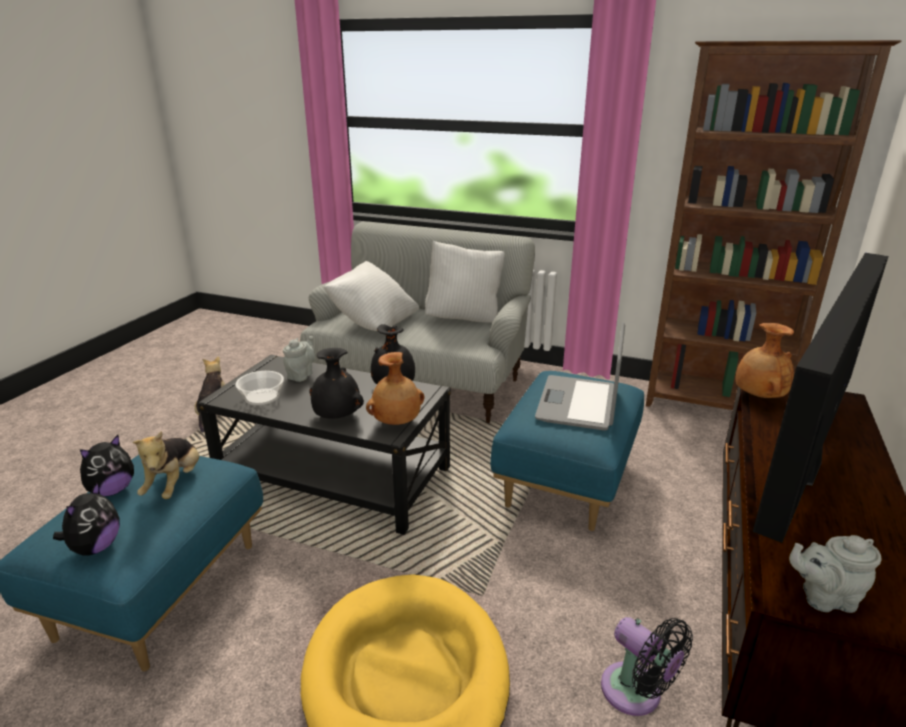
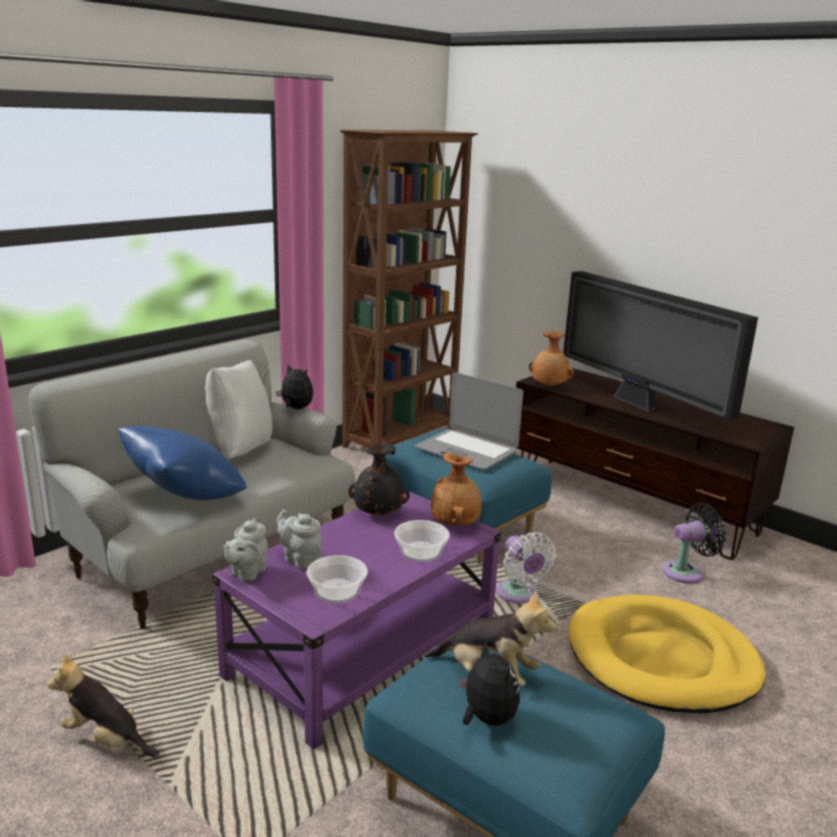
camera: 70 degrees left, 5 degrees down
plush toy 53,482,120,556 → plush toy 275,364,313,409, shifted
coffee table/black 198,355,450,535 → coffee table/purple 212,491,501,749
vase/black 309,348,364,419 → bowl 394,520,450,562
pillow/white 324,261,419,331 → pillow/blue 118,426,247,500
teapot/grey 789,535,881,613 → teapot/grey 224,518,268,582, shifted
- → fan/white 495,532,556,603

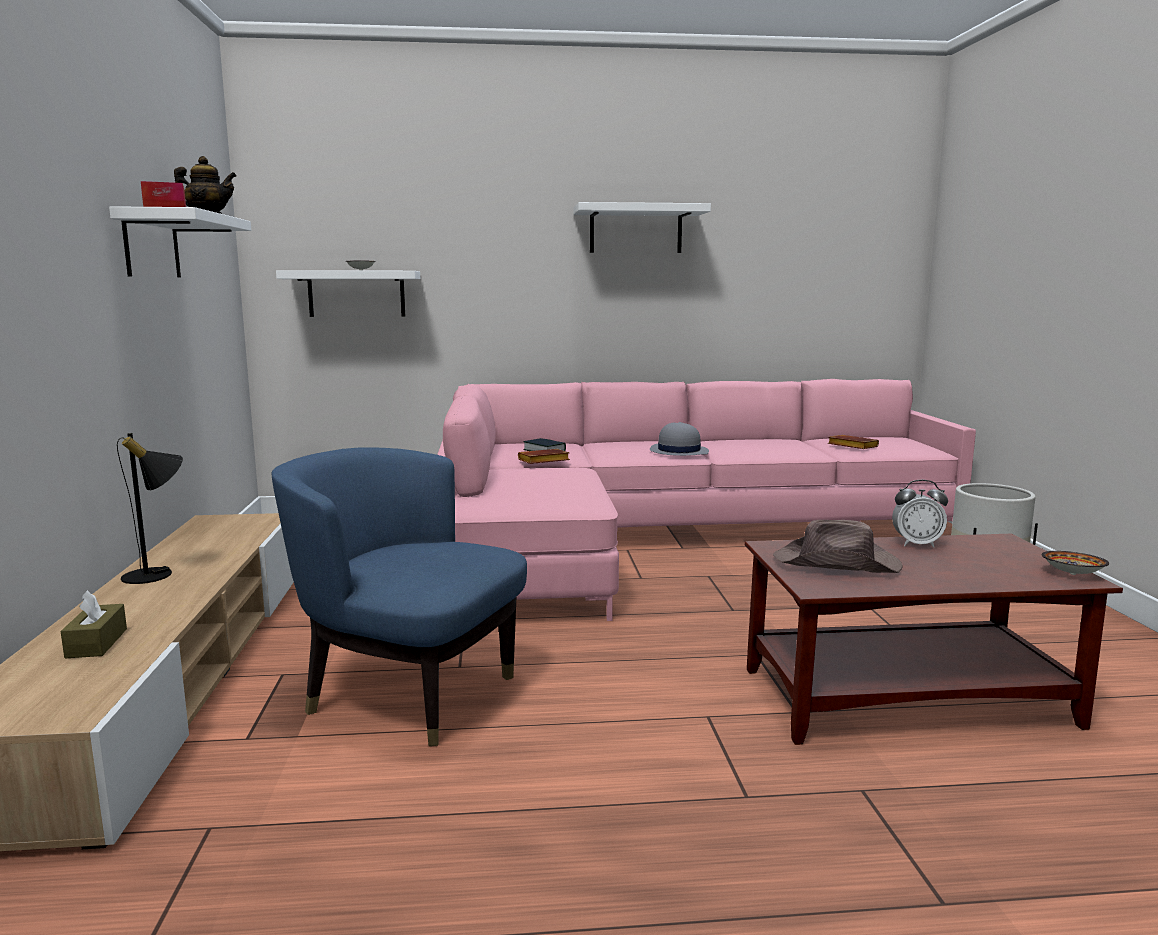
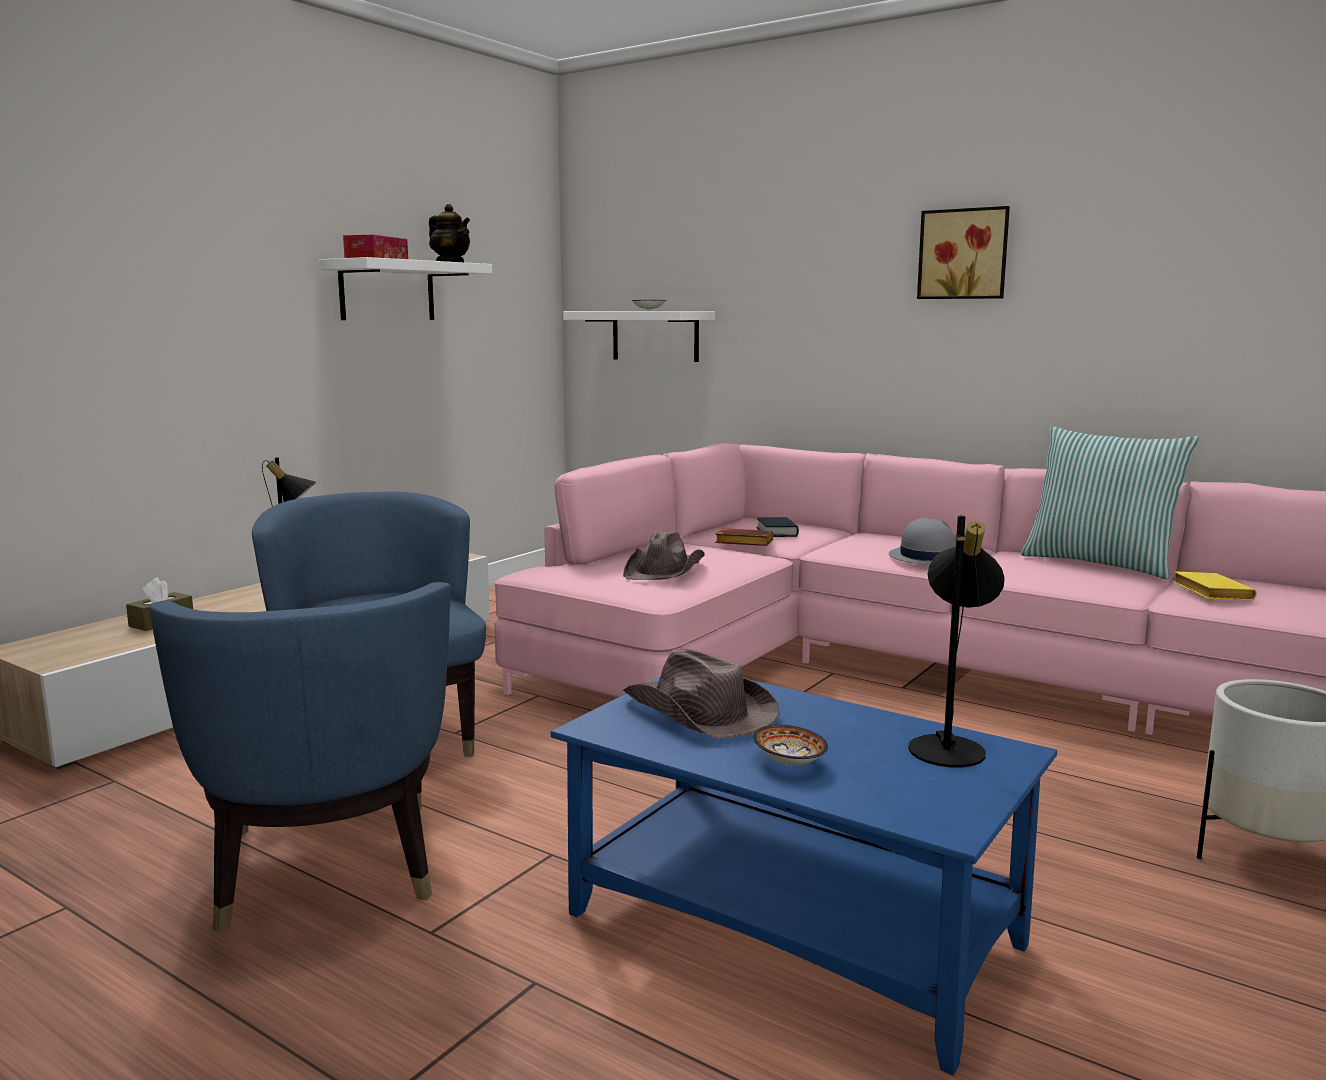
camera: 40 degrees right, 0 degrees up
shelf/white 574,202,711,253 → picture 917,206,1010,299
coffee table/brown 745,534,1123,745 → coffee table/blue 551,677,1057,1075
book/brown 828,435,879,449 → book/yellow 1172,571,1257,601
alarm clock 892,480,948,548 → -
bowl 1042,551,1109,575 → bowl 753,725,828,766, shifted
- → armchair/blue 149,582,451,932
- → hat/brown 623,532,705,580
- → table lamp/black 908,516,1005,768
- → pillow 1021,427,1199,579

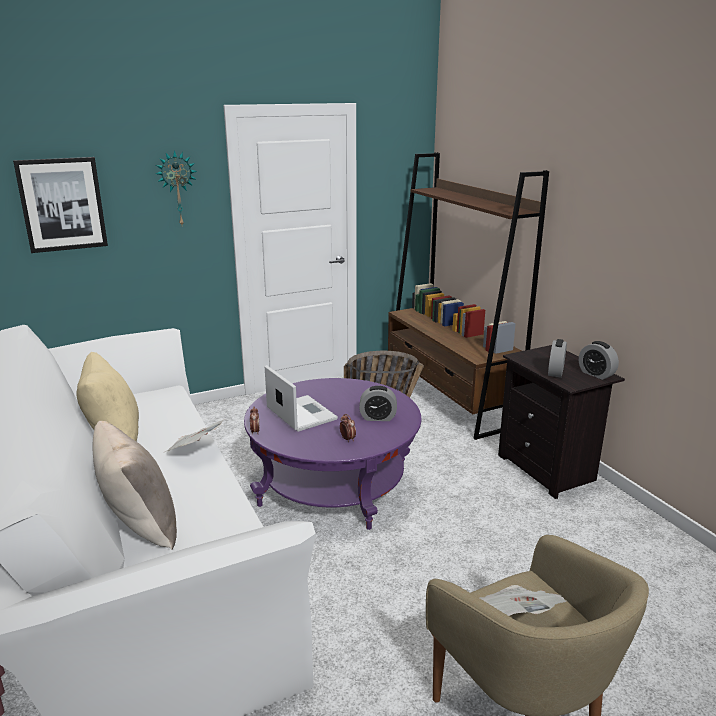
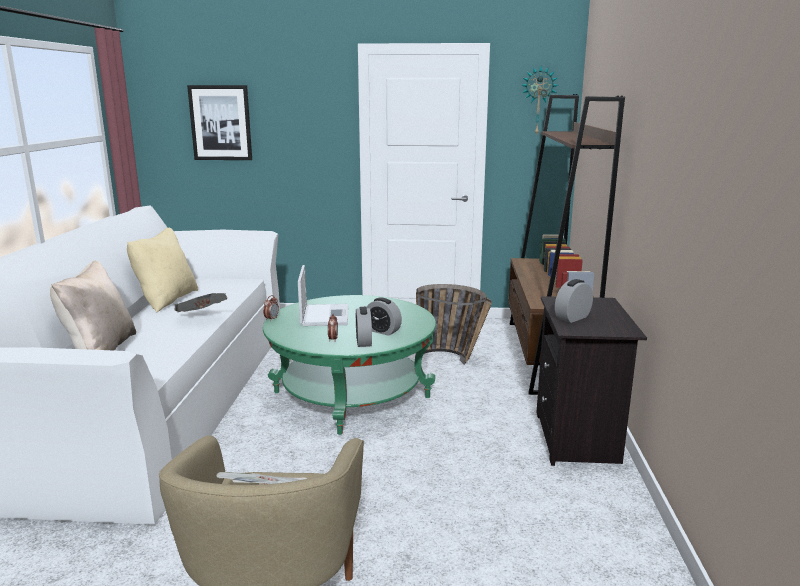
camera: 30 degrees right, 5 degrees down
wall clock 155,150,197,225 → wall clock 521,66,559,136, shifted
coffee table/purple 244,378,422,530 → coffee table/green 263,295,436,435
alarm clock 579,341,619,380 → alarm clock 356,307,372,347, shifted

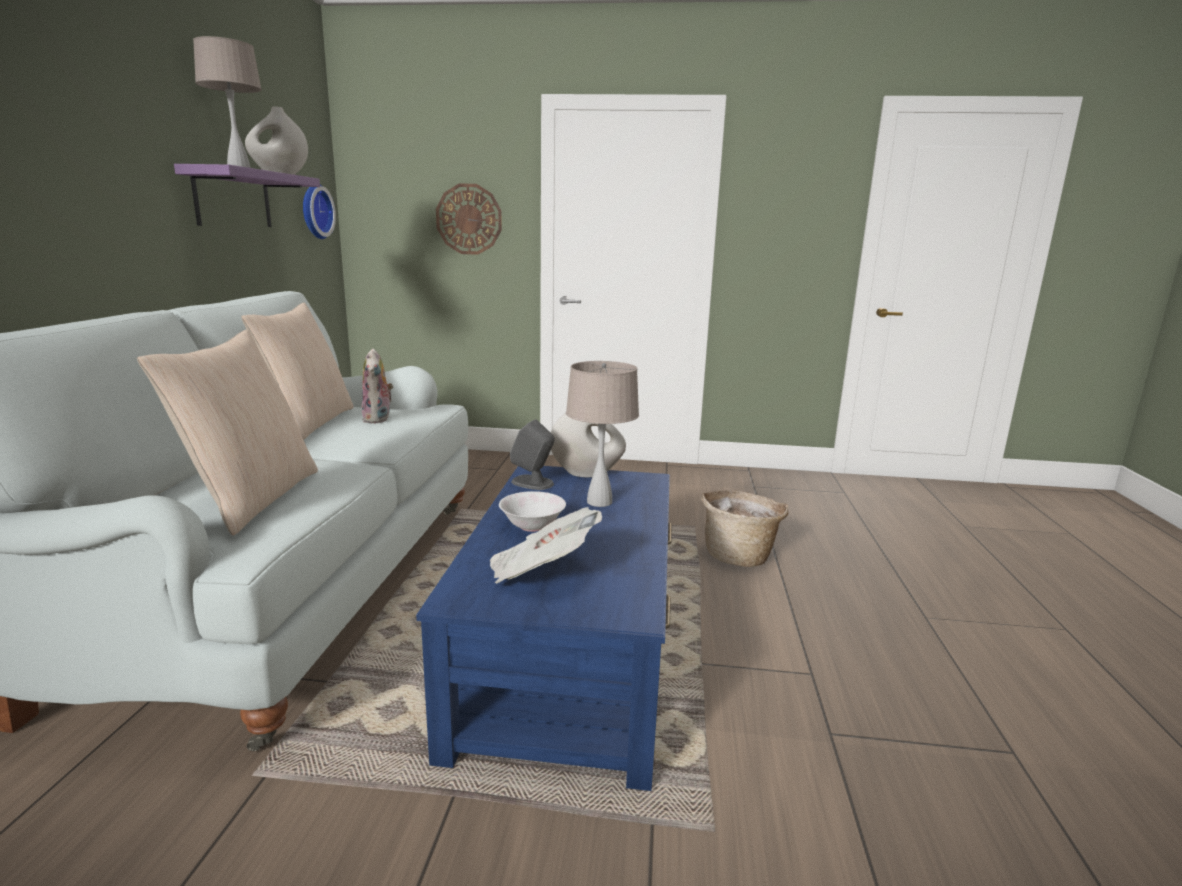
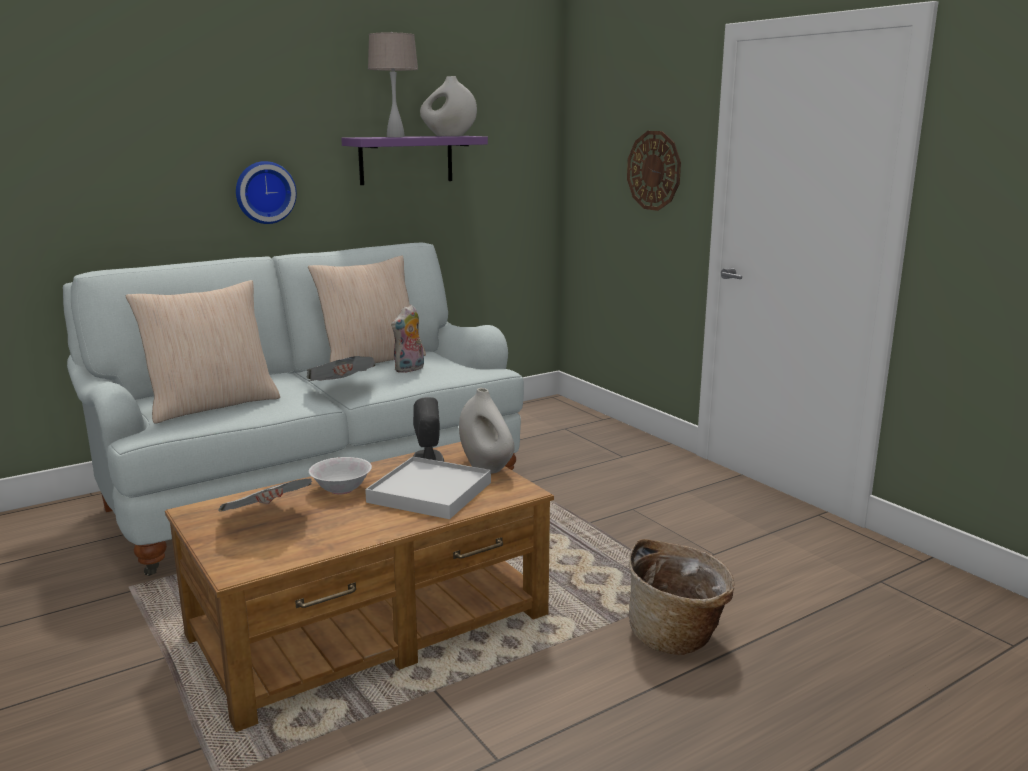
camera: 50 degrees right, 0 degrees up
wall clock 303,185,336,239 → wall clock 236,161,297,224, shifted
coffee table/blue 416,466,672,791 → coffee table/brown 165,442,554,732
table lamp/beige 566,361,639,507 → tray/white 365,457,491,519
- → newspaper 307,356,375,381

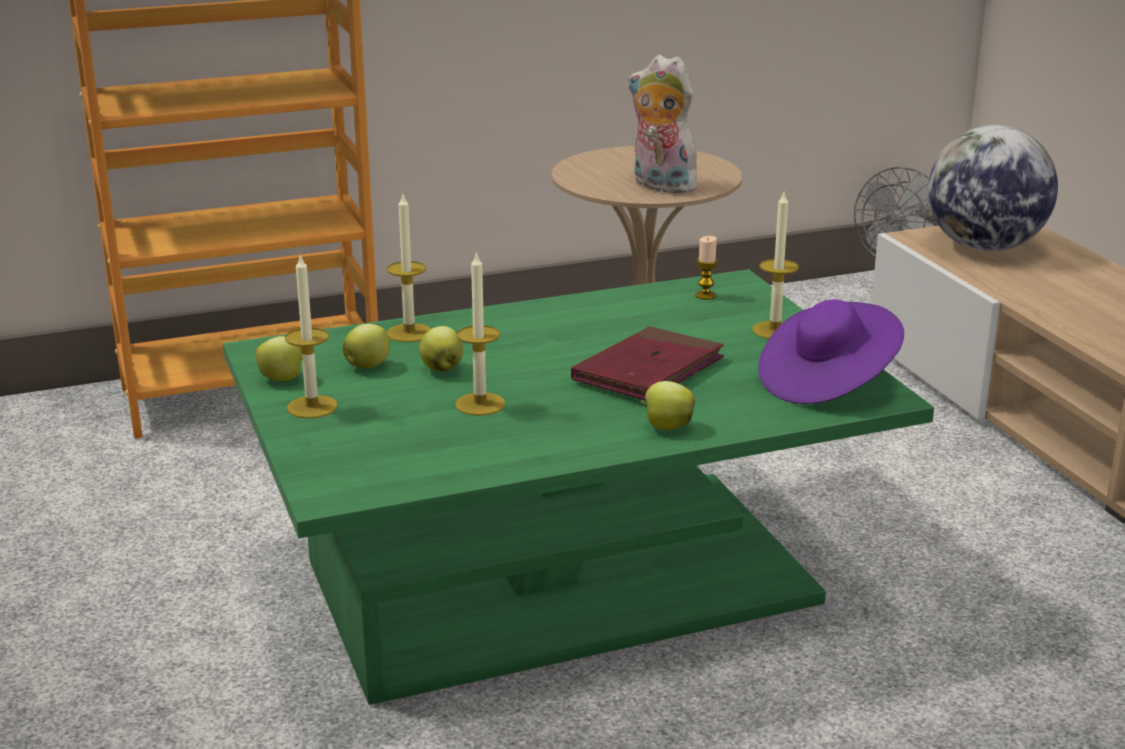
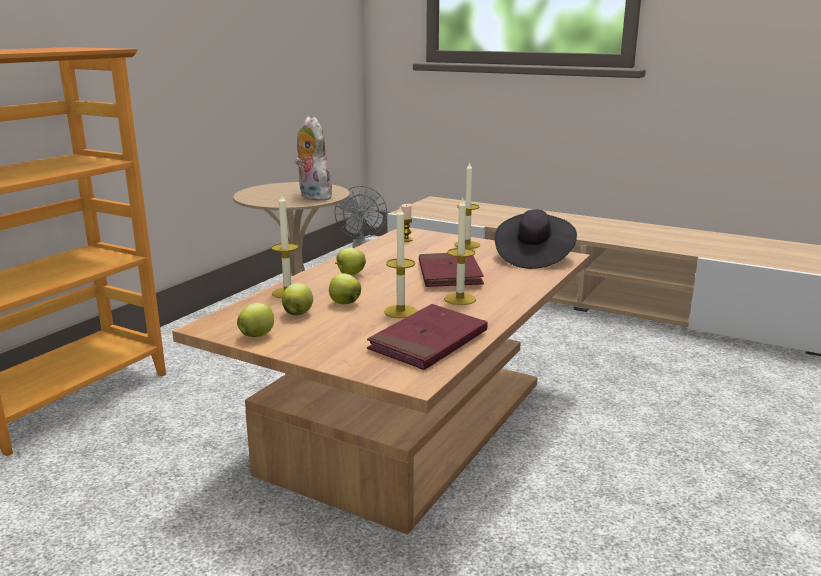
camera: 40 degrees left, 5 degrees down
coffee table/green 223,269,934,705 → coffee table/brown 172,228,590,535
candle 285,253,337,419 → candle 444,197,476,305, shifted
plush toy 628,55,700,193 → plush toy 295,116,332,201, 60 degrees clockwise
apple 640,381,695,430 → apple 335,248,366,275, shifted
hat/purple 758,299,904,404 → hat/black 495,209,577,269
globe 927,125,1058,252 → -
- → book/red 367,304,488,370

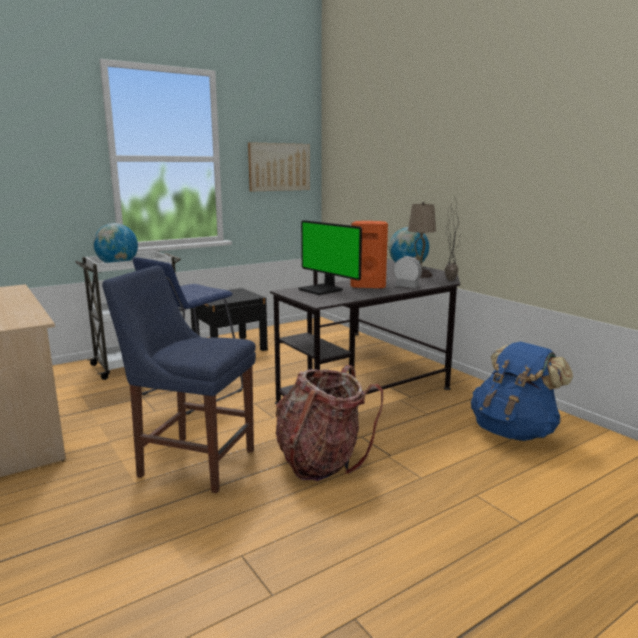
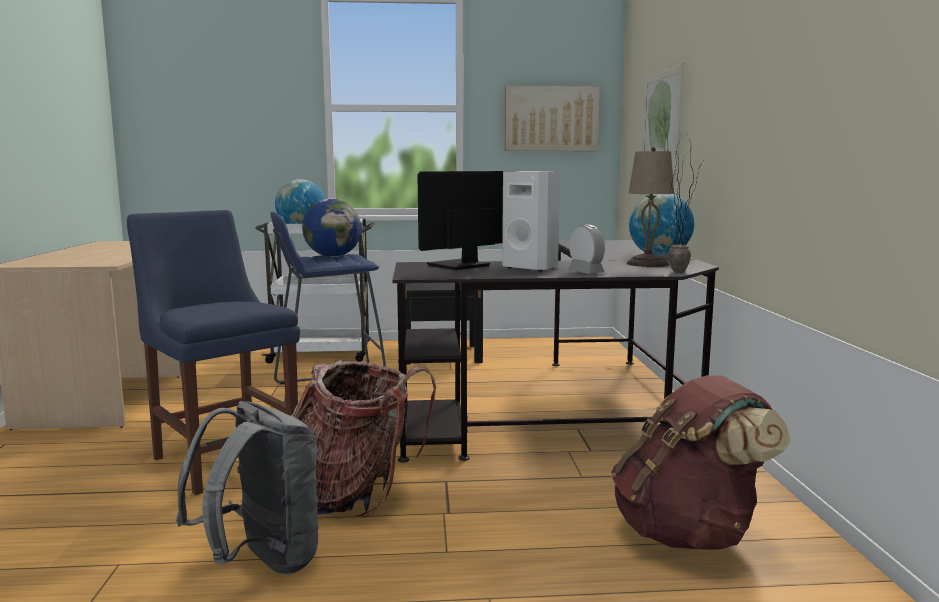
camera: 30 degrees right, 5 degrees down
monitor 298,220,362,295 → monitor 417,171,503,270, 60 degrees clockwise
speaker/orange 350,221,388,289 → speaker/white 502,171,560,272
backpack/blue 471,342,573,441 → backpack/brown 611,375,791,550
- → backpack/grey 176,401,319,575
- → globe 302,198,361,257
- → picture 642,63,684,182

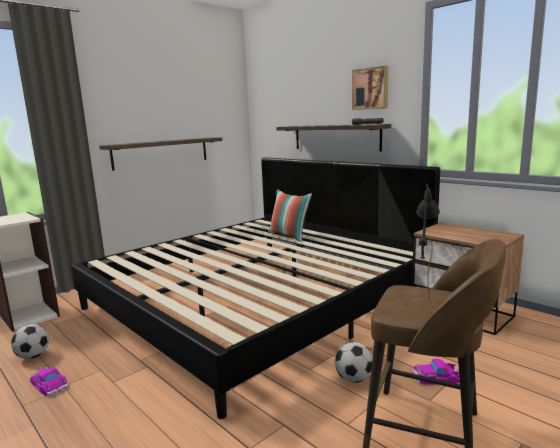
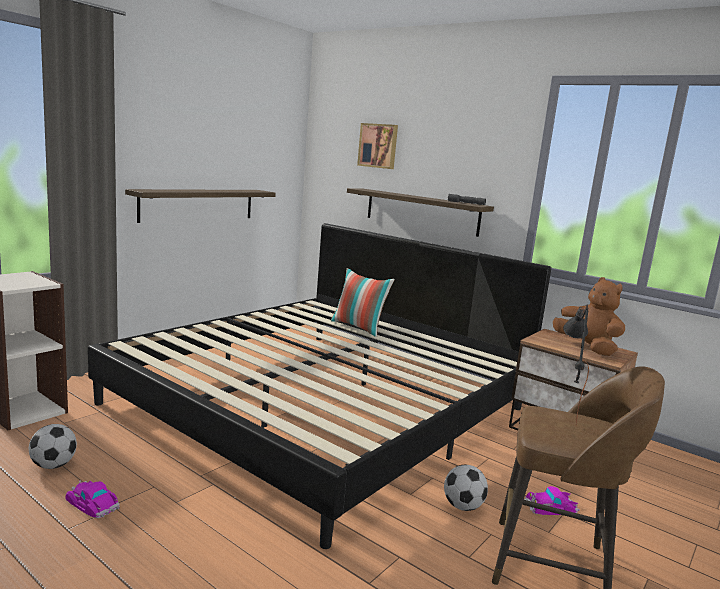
camera: 10 degrees left, 0 degrees up
picture 352,66,388,110 → picture 357,123,398,169, shifted
- → plush toy/brown 553,277,625,356

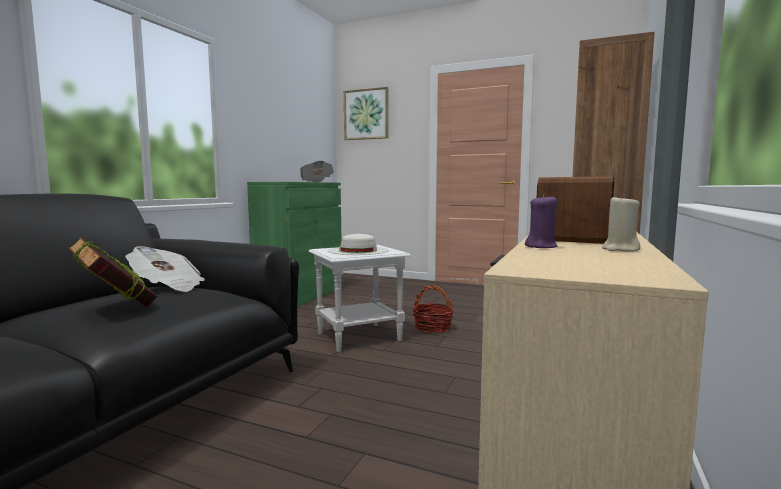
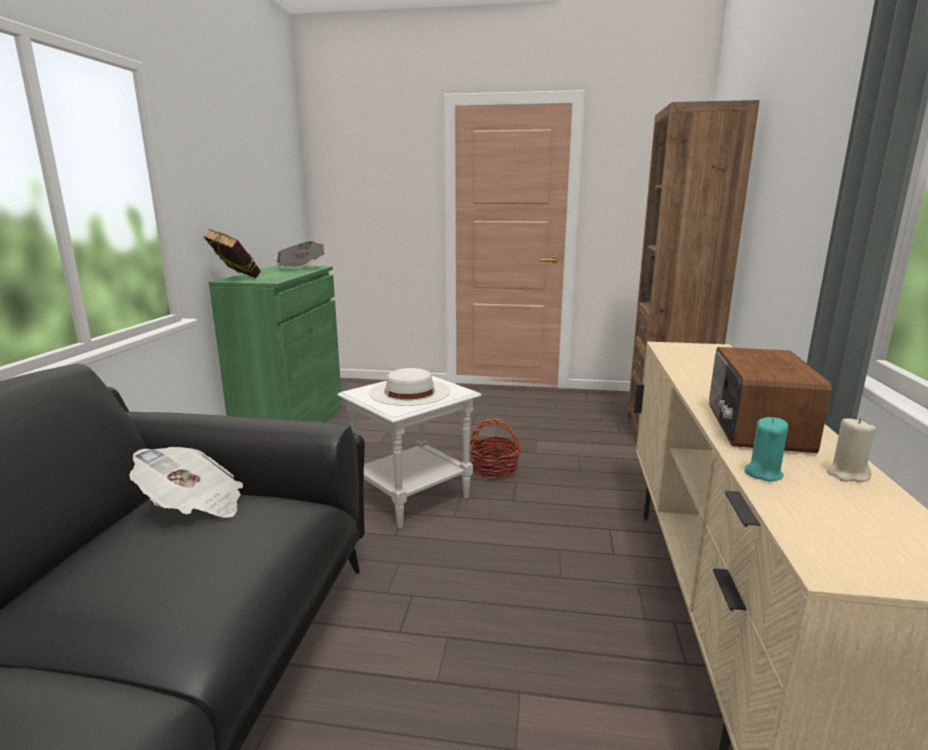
camera: 15 degrees left, 10 degrees up
book 68,237,157,308 → book 203,229,261,278, shifted
picture 344,87,389,140 → -
candle/purple 525,194,557,248 → candle/turquoise 744,417,788,481

